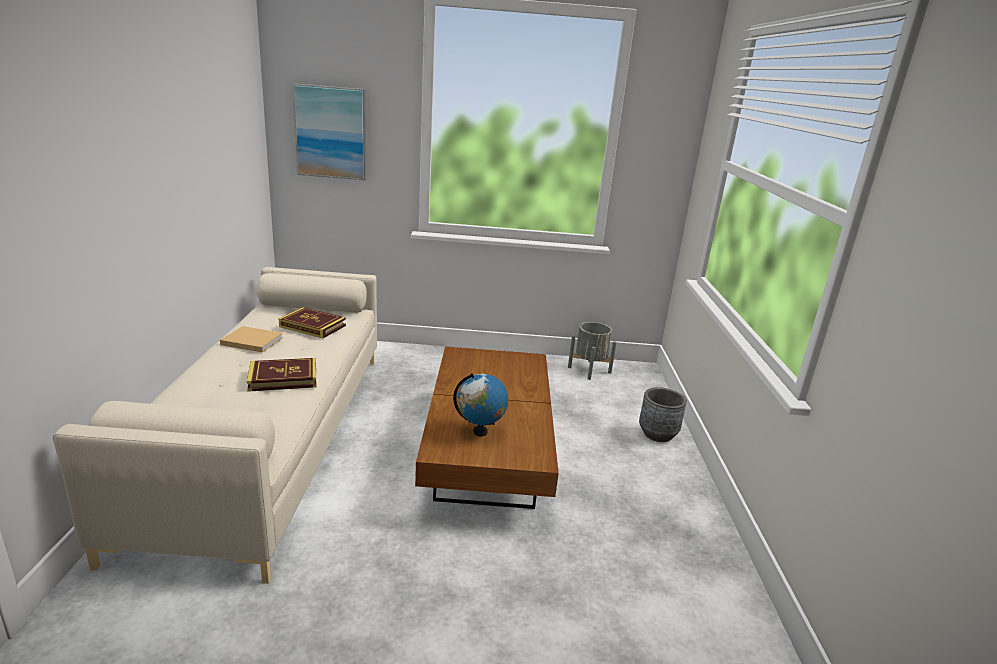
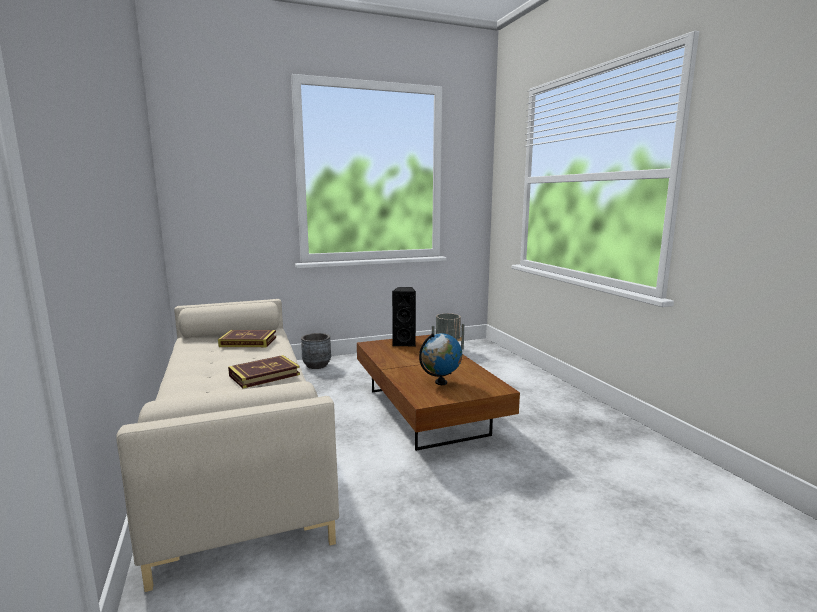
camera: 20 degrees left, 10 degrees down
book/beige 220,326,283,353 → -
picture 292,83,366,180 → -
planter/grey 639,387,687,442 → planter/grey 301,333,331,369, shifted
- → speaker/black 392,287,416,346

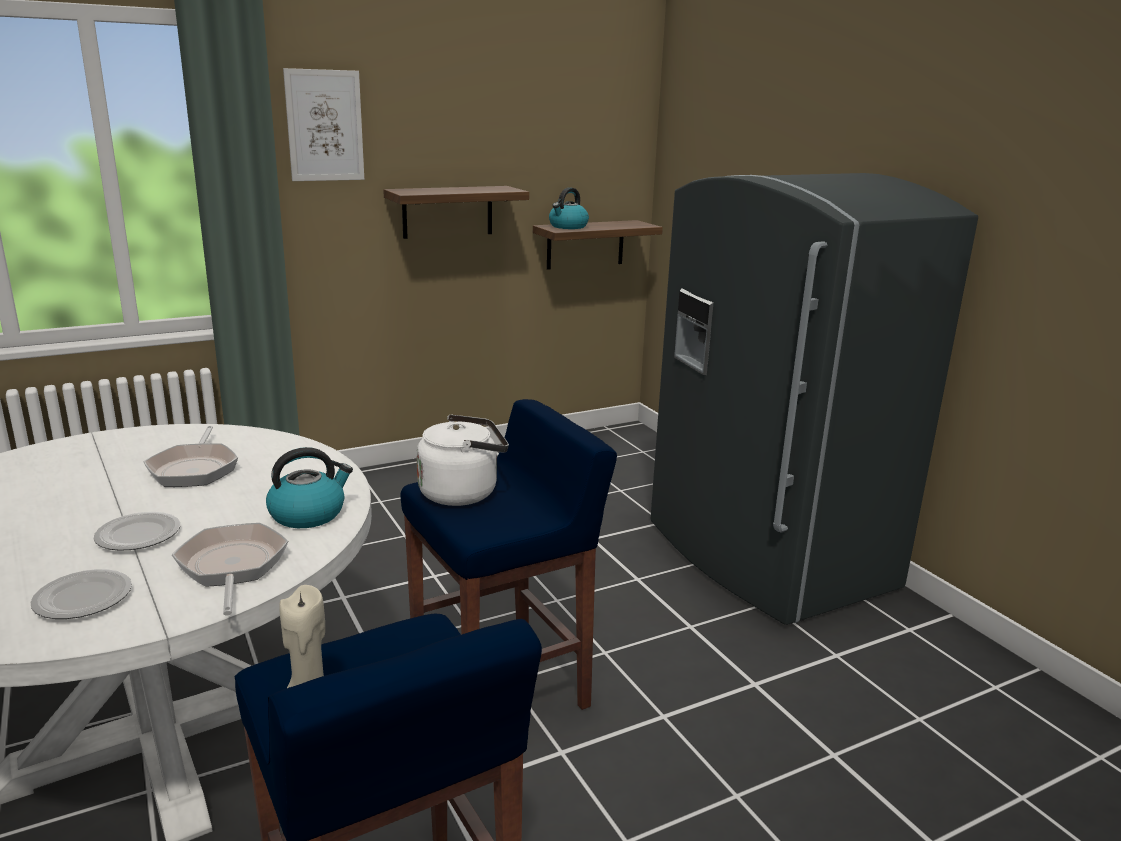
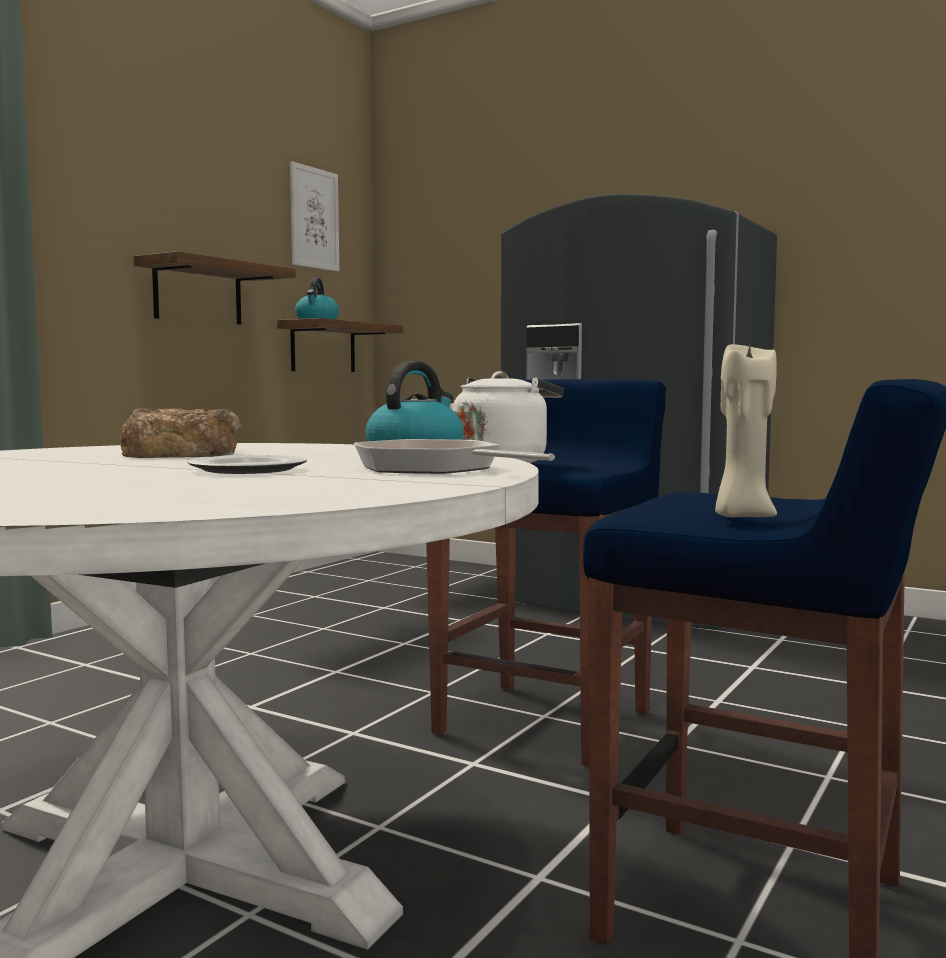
camera: 30 degrees left, 15 degrees down
plate 30,569,132,619 → -
frying pan 143,426,238,487 → bread 119,408,242,458
picture 283,68,364,181 → picture 290,161,339,272, shifted

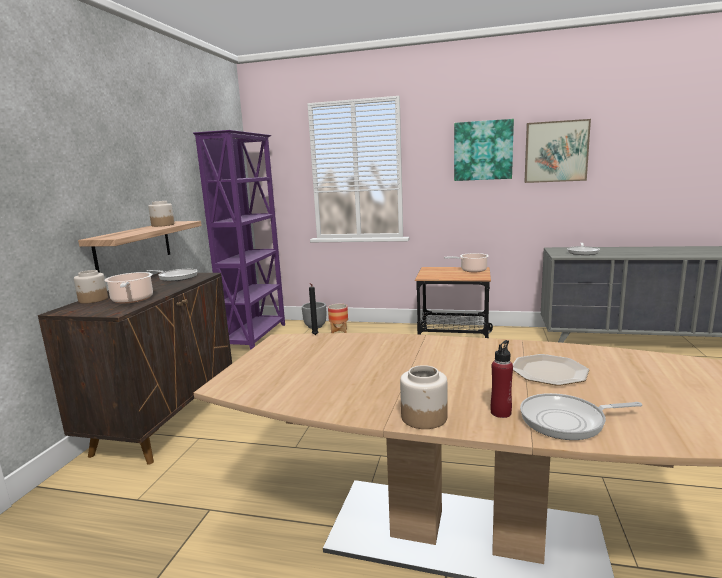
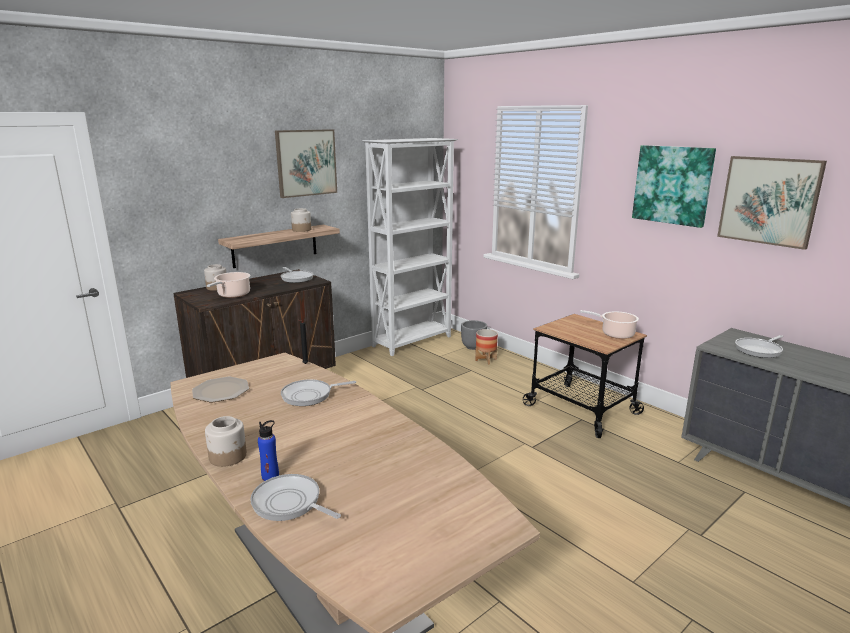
camera: 35 degrees right, 5 degrees up
bookcase/purple 193,130,285,350 → bookcase/white 363,138,458,356
bottle/red 491,340,513,418 → bottle/blue 258,420,279,481
plate 513,354,589,386 → plate 192,377,249,402, shifted
- → picture 275,129,337,198
- → frying pan 281,379,356,406

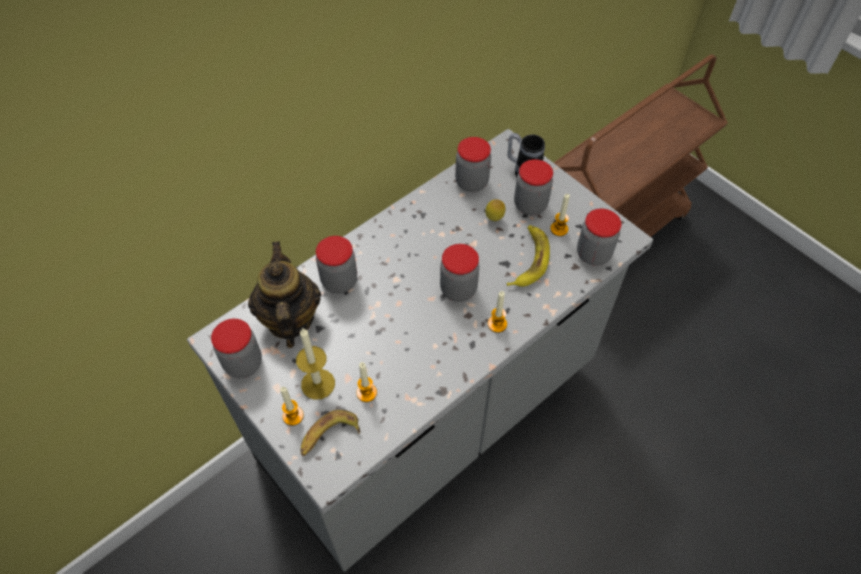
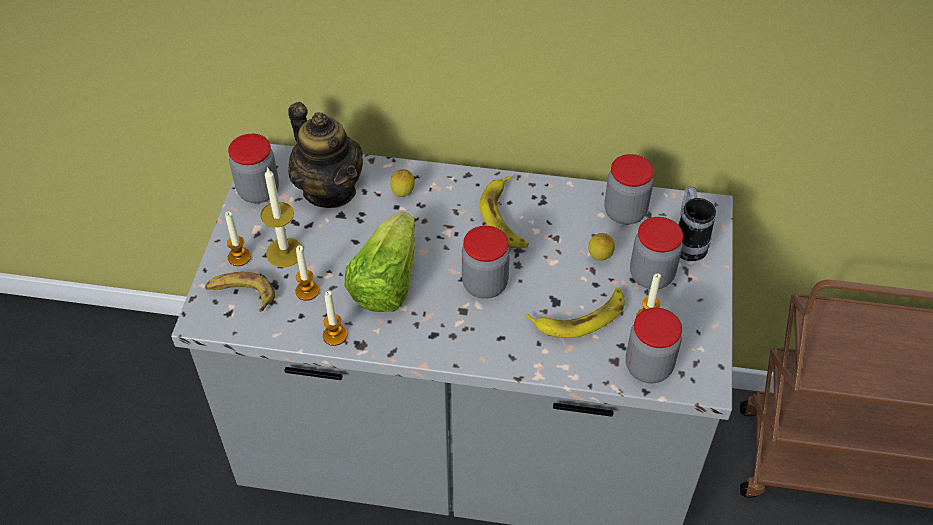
camera: 50 degrees right, 5 degrees down
teapot 248,241,321,348 → teapot 288,102,363,208, 105 degrees clockwise
jar 316,236,357,294 → lemon 390,169,415,197
candle 488,291,507,333 → candle 323,291,347,346, shifted
- → lettuce 345,212,415,312
- → banana 480,175,529,248

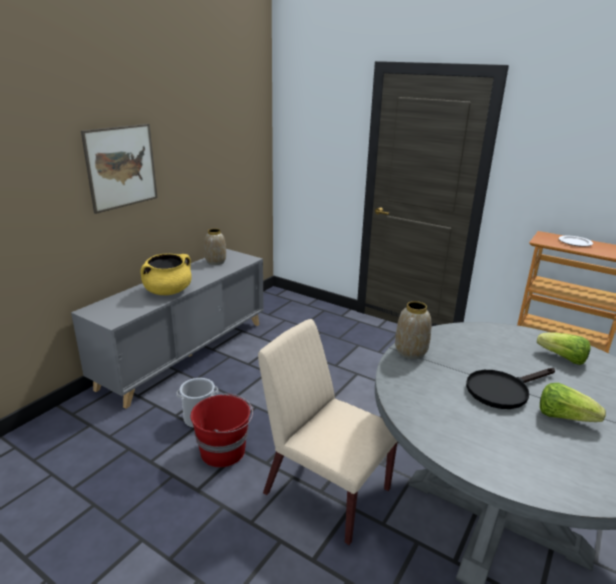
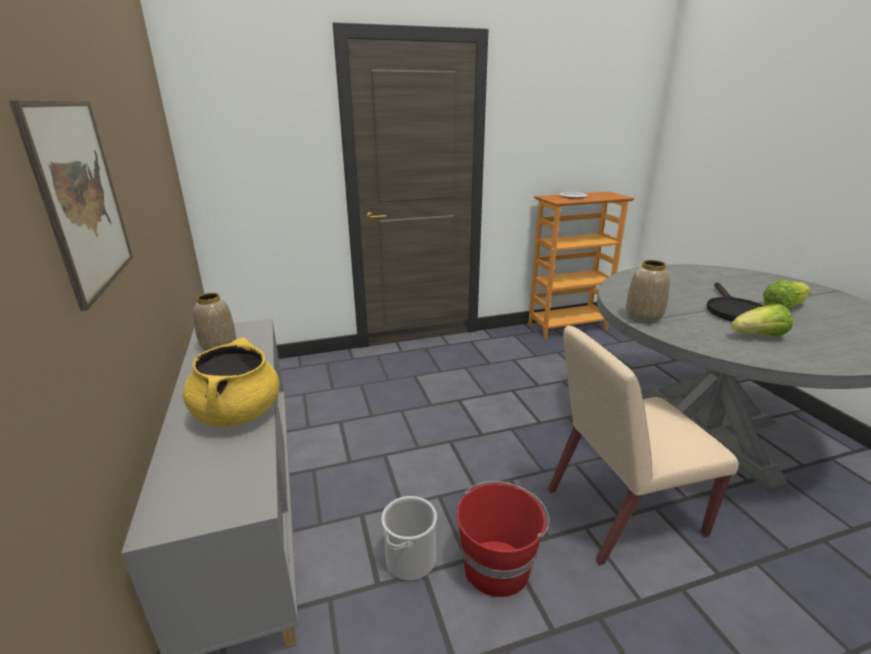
camera: 50 degrees left, 0 degrees up
lettuce 537,332,591,365 → lettuce 731,304,793,337, shifted

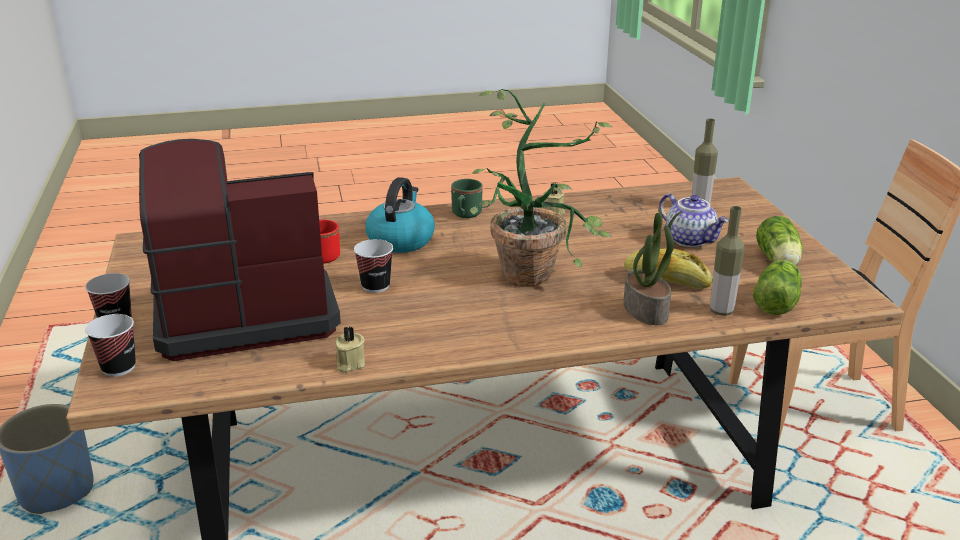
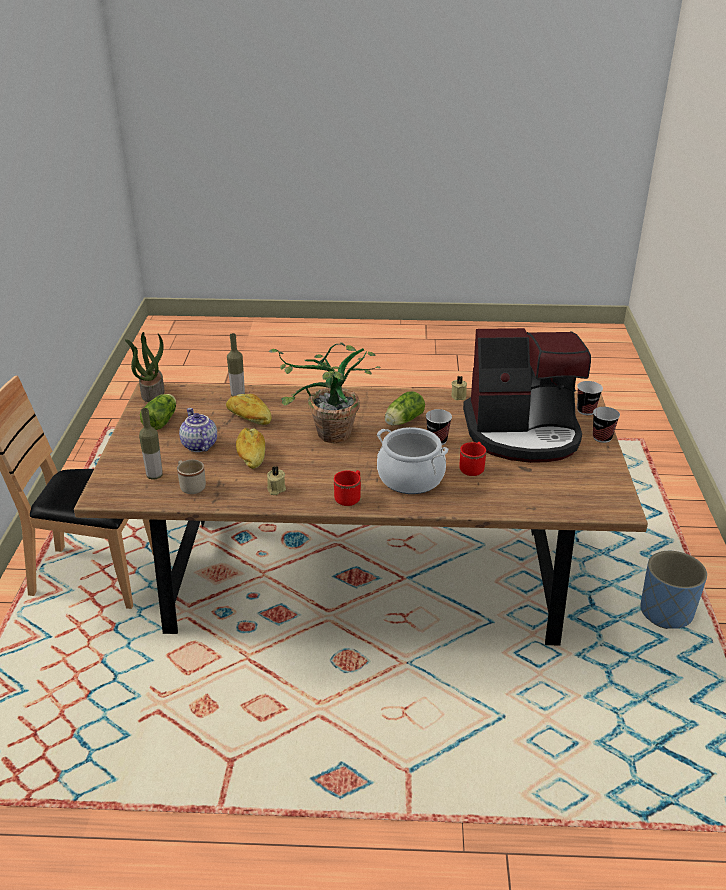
camera: 165 degrees left, 5 degrees up
kettle 365,177,435,253 → cooking pot 377,427,448,494
mug/green 451,179,482,218 → mug/red 334,470,361,506
potted plant 623,209,682,325 → potted plant 125,332,165,402, shifted
lettuce 753,260,802,315 → lettuce 385,391,425,426, shifted
- → mug/beige 177,460,206,494
- → bread 236,428,265,469

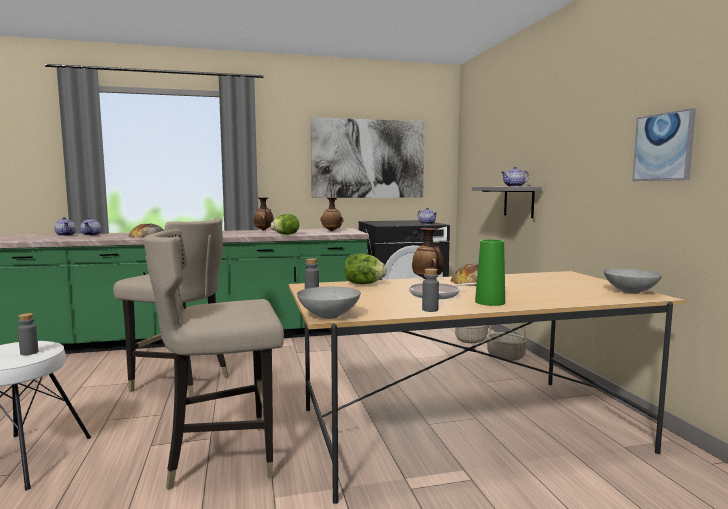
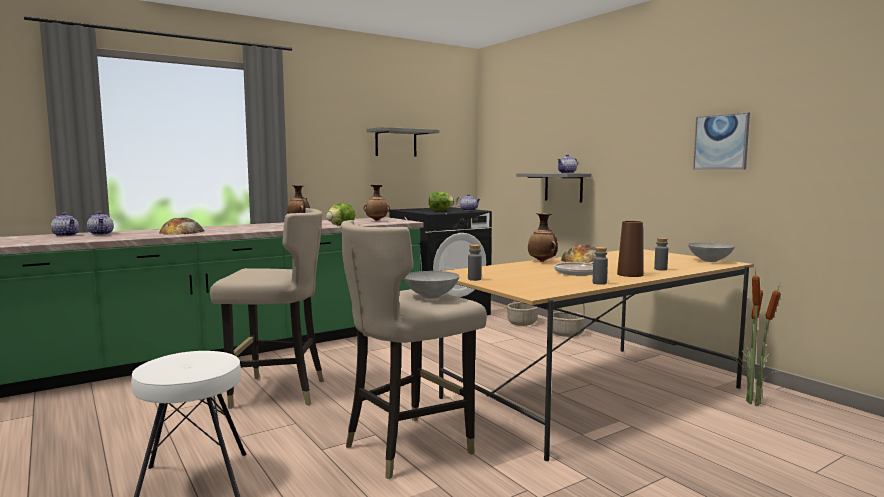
camera: 20 degrees left, 0 degrees up
bottle/grey 18,313,38,355 → bottle/grey 654,238,668,271, shifted
bowl/grey 297,286,361,319 → bowl/grey 404,271,460,298, shifted
picture 311,117,424,198 → shelf/grey 366,127,440,156
lettuce 344,253,387,284 → lettuce 429,192,455,211, shifted
vase/green 475,239,505,306 → vase/brown 617,221,644,277
- → potted plant 730,267,781,406

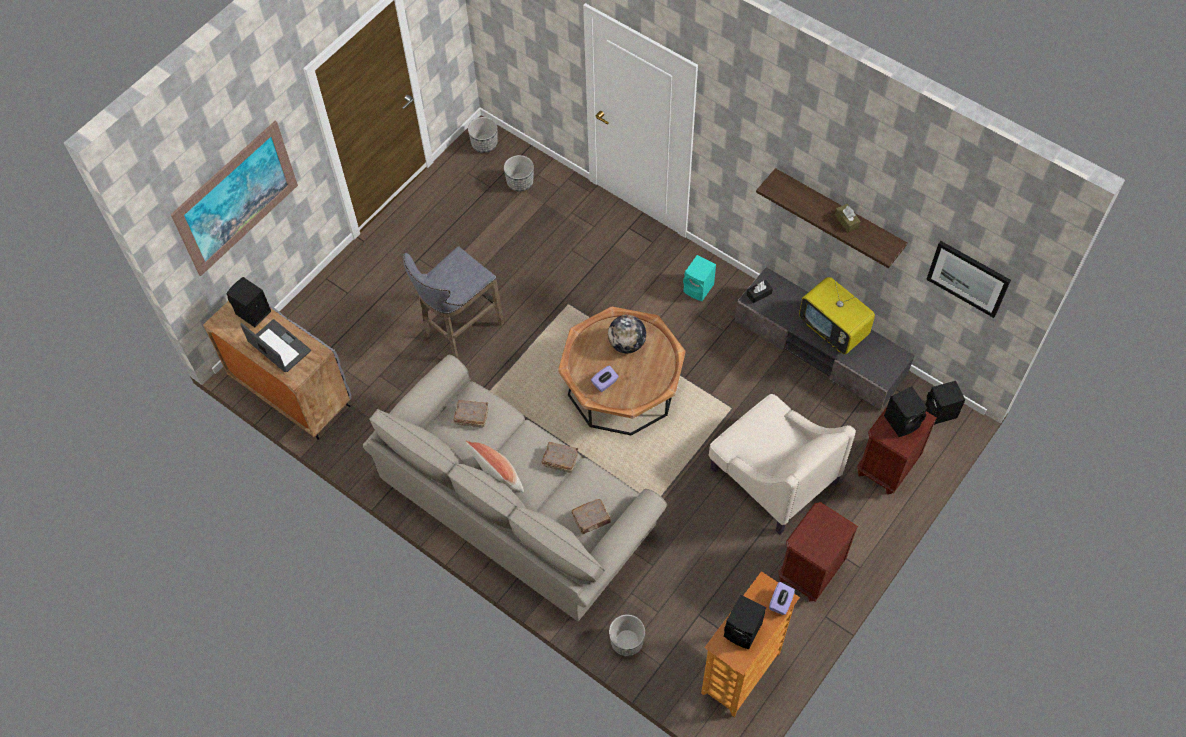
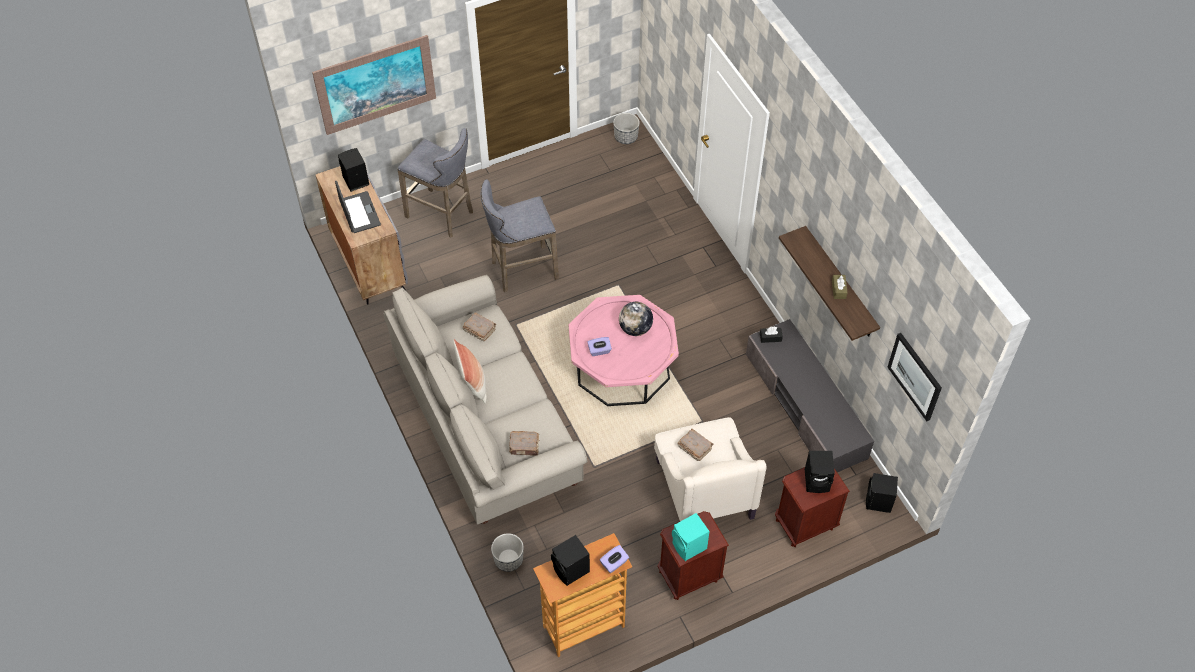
camera: 25 degrees right, 5 degrees down
planter 504,155,534,192 → -
book/brown 541,442,578,473 → book/brown 678,429,713,461, shifted
coffee table/brown 558,306,685,436 → coffee table/pink 569,295,679,406
speaker/turquoise 683,255,716,301 → speaker/turquoise 672,513,710,561, shifted
television 799,277,875,354 → -
- → stool/grey 397,128,473,238

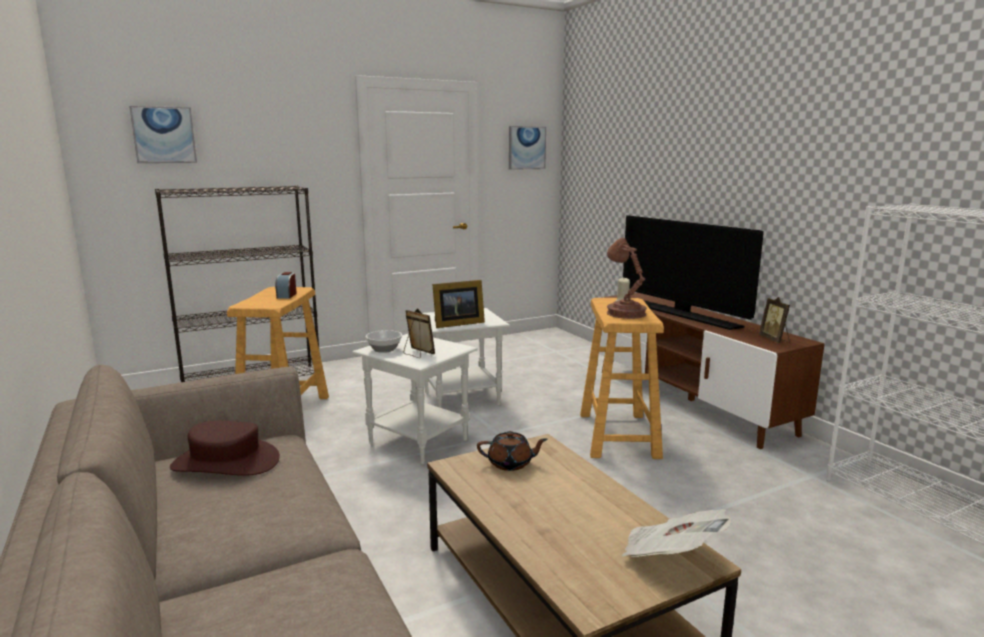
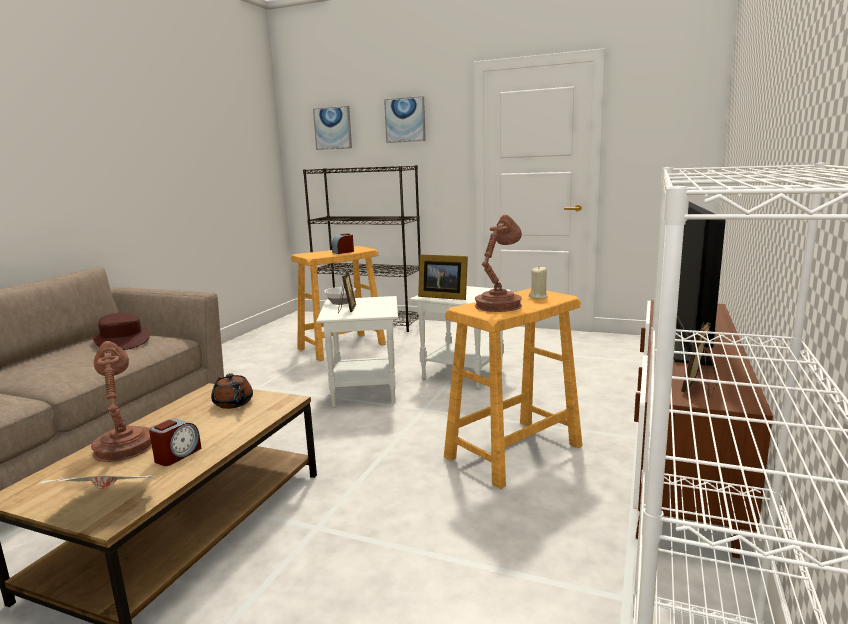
camera: 50 degrees right, 0 degrees up
picture 509,126,546,170 → picture 384,96,426,143, shifted
- → table lamp/brown 91,341,152,462
- → alarm clock 149,419,202,466

